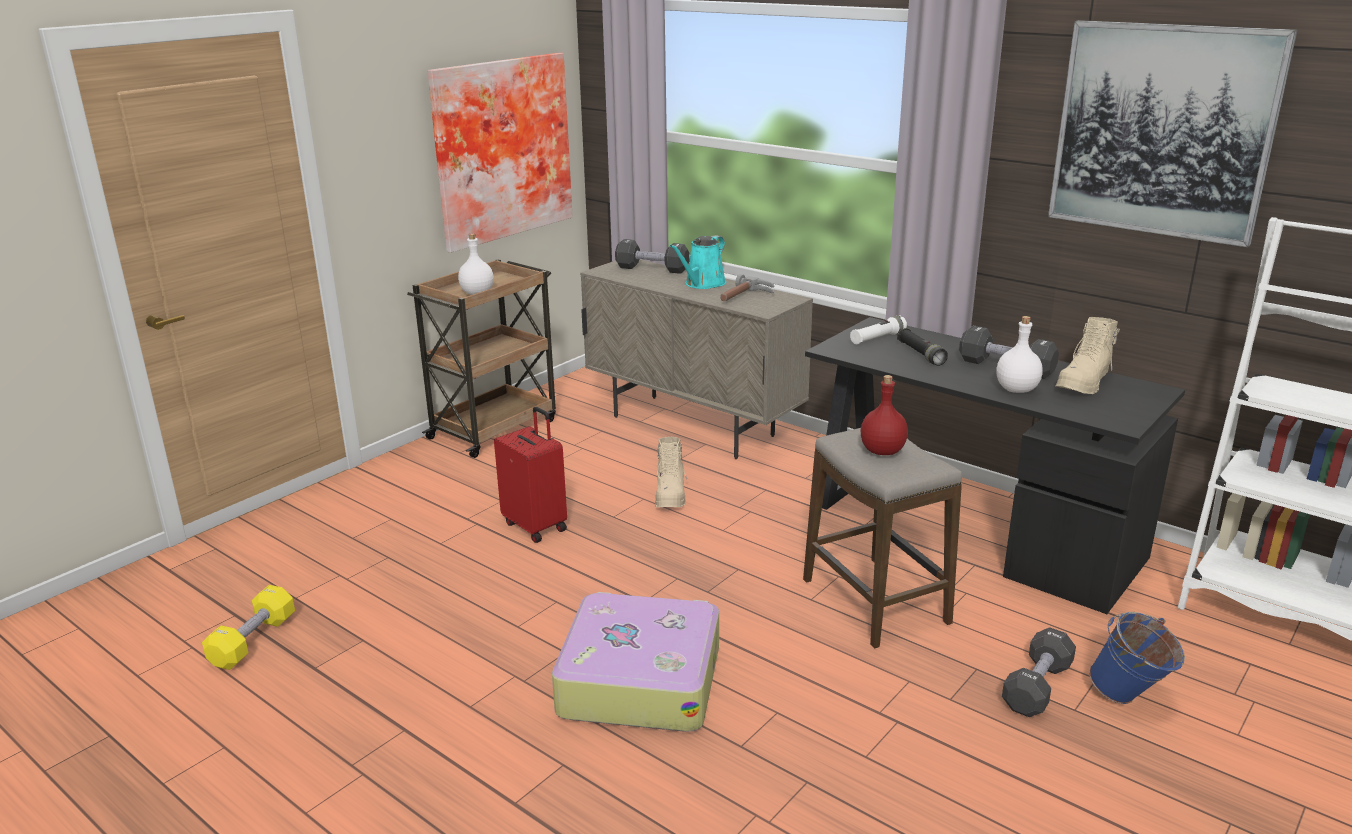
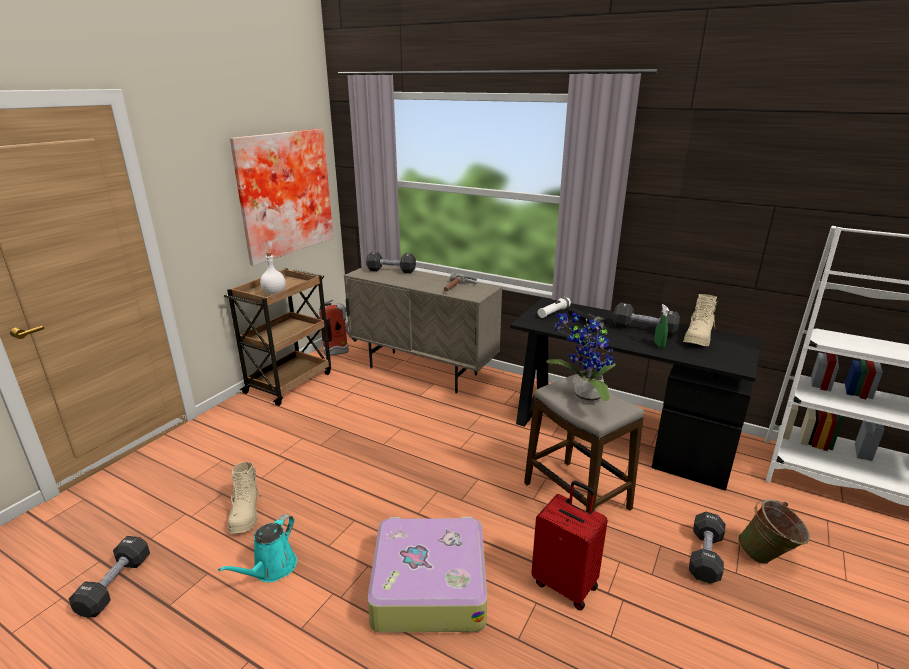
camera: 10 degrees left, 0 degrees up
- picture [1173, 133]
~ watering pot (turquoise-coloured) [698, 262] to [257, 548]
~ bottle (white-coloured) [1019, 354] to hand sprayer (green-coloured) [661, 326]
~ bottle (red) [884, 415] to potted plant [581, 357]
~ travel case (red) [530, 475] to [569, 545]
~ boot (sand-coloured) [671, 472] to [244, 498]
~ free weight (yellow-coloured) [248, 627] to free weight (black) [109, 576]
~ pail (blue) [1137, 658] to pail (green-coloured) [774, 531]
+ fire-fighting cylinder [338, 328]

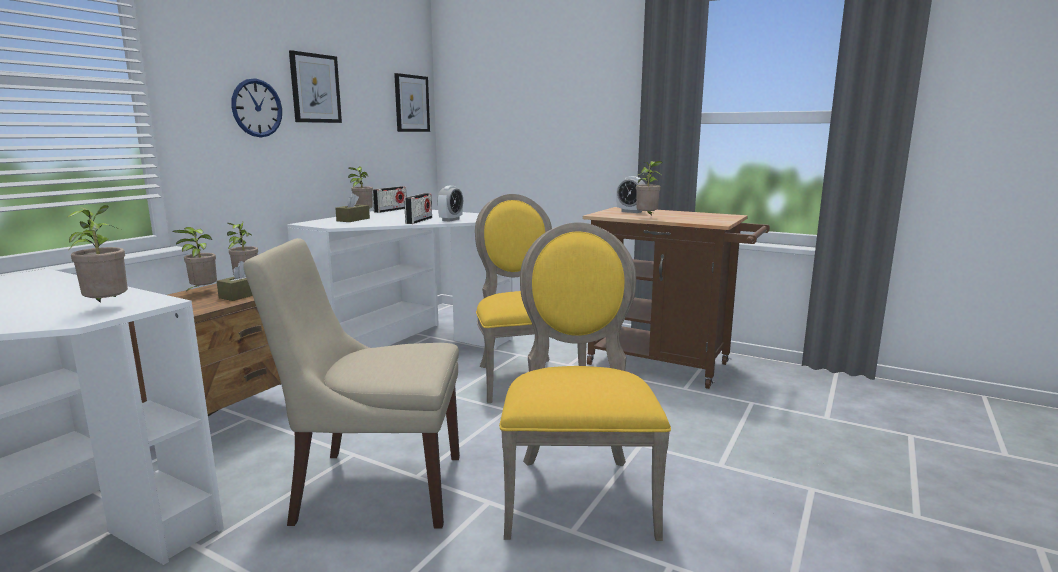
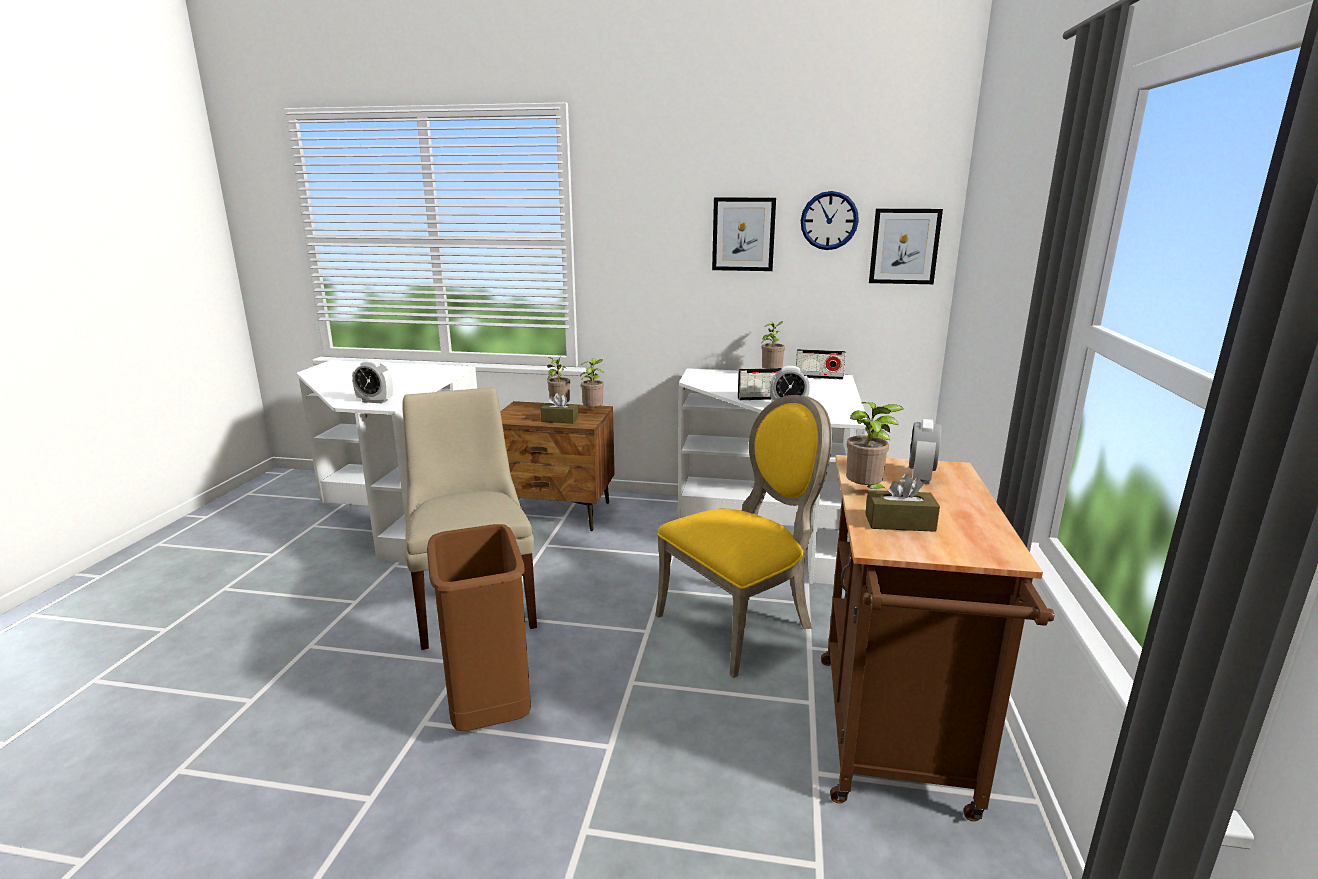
camera: 70 degrees right, 5 degrees up
~ wall clock [256, 107] to [830, 220]
~ box of tissues (brown-coloured) [352, 207] to [902, 503]
~ potted plant [97, 254] to bedside clock [372, 381]
~ chair (yellow-coloured) [585, 381] to waste bin (brown-coloured) [479, 627]

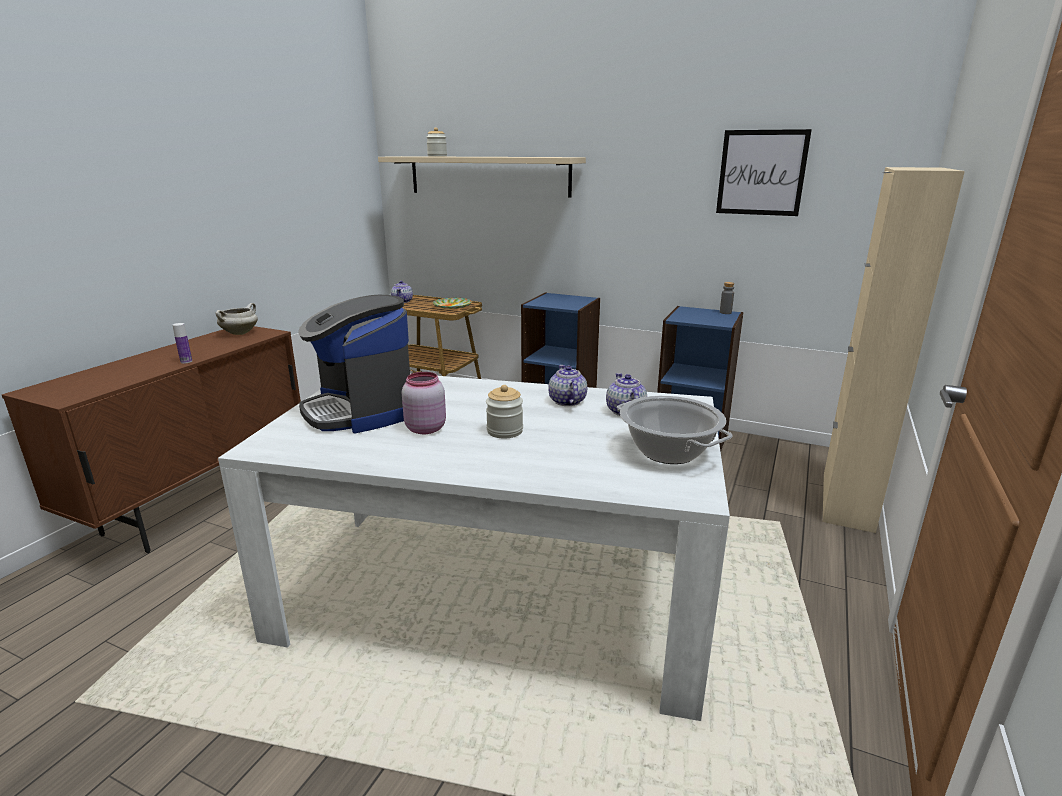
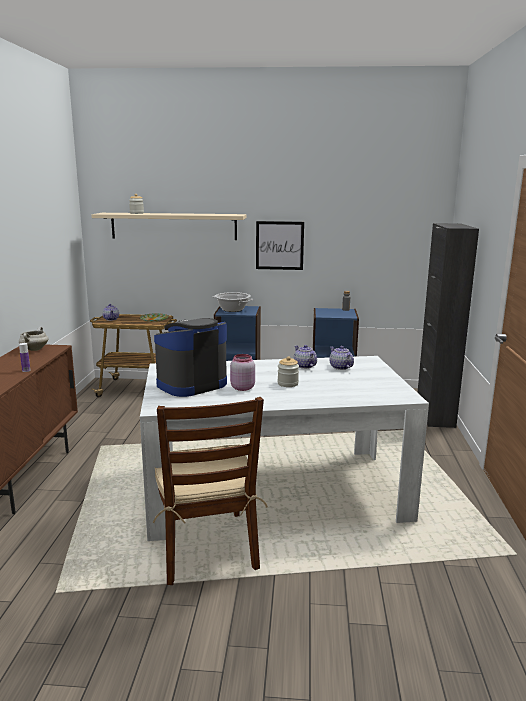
camera: 20 degrees left, 5 degrees down
~ picture [764, 172] to [280, 245]
~ cupboard (sand-coloured) [893, 350] to cupboard (black) [448, 325]
~ coffee maker [354, 364] = [190, 357] 105 degrees clockwise
~ stockpot [675, 430] to [233, 302]
+ chair (brown-coloured) [210, 491]

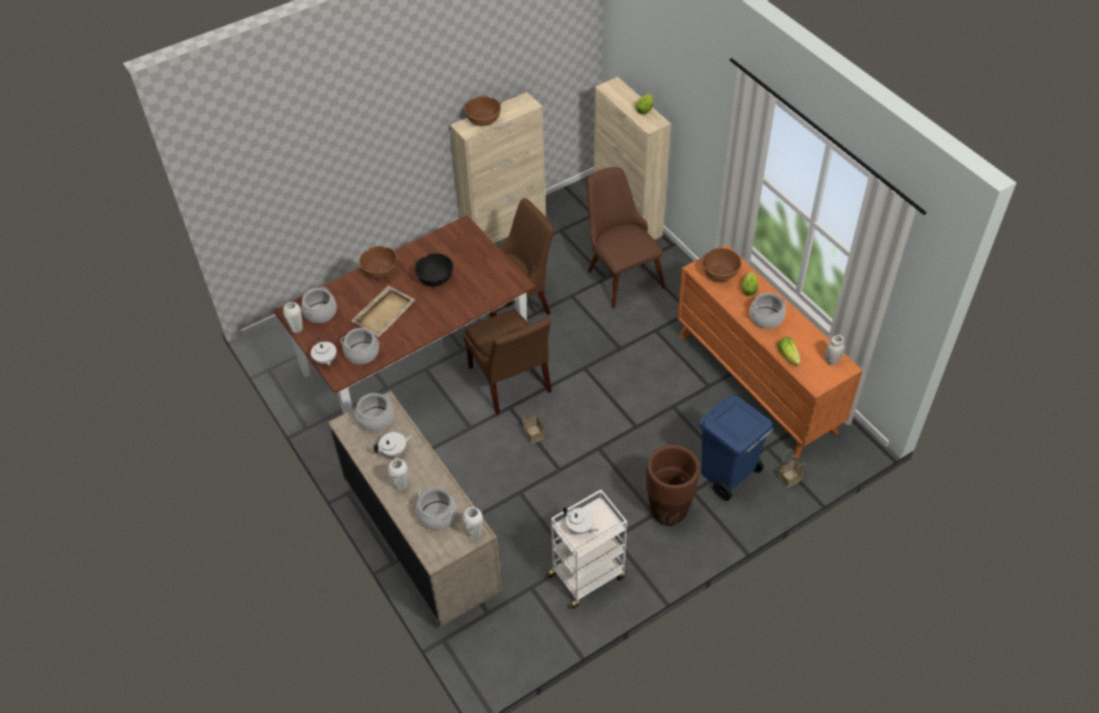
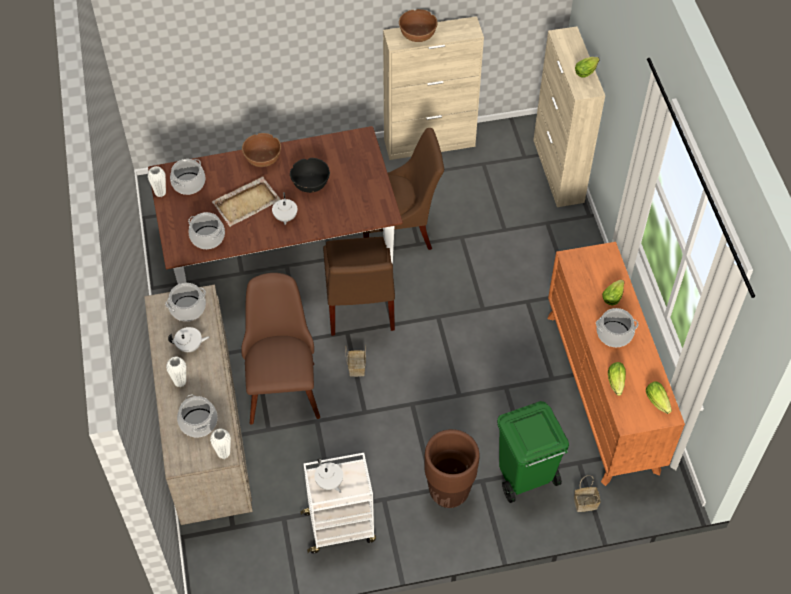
camera: 20 degrees right, 5 degrees up
~ chair (brown-coloured) [626, 238] to [280, 349]
- serving bowl (brown-coloured) [721, 264]
~ storage jar (white-coloured) [835, 350] to head of lettuce [659, 397]
~ pot for tea (white-coloured) [324, 351] to [285, 208]
~ waste bin (blue) [736, 448] to waste bin (green-coloured) [533, 452]

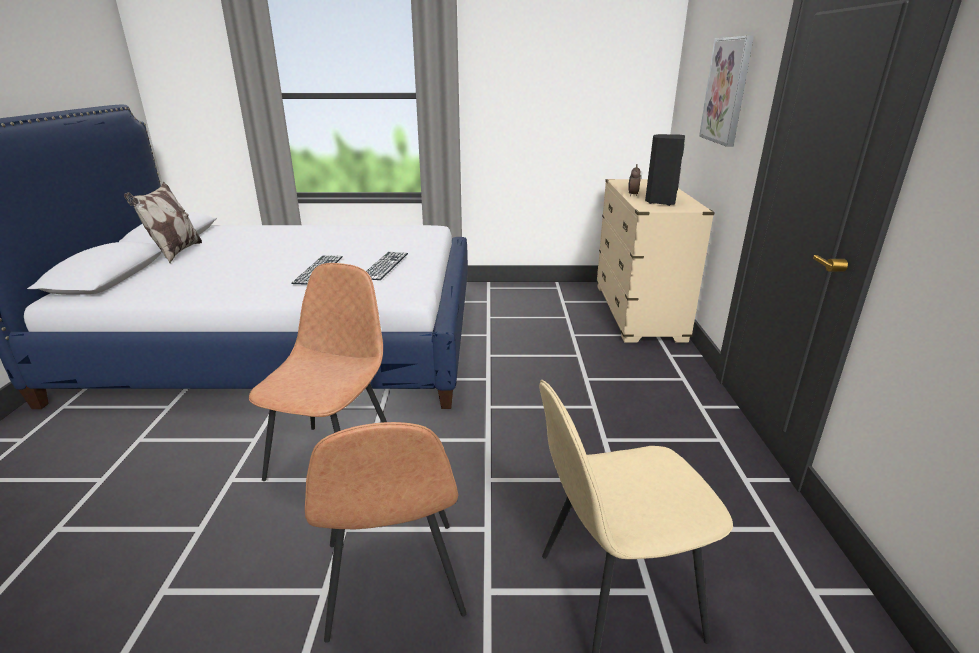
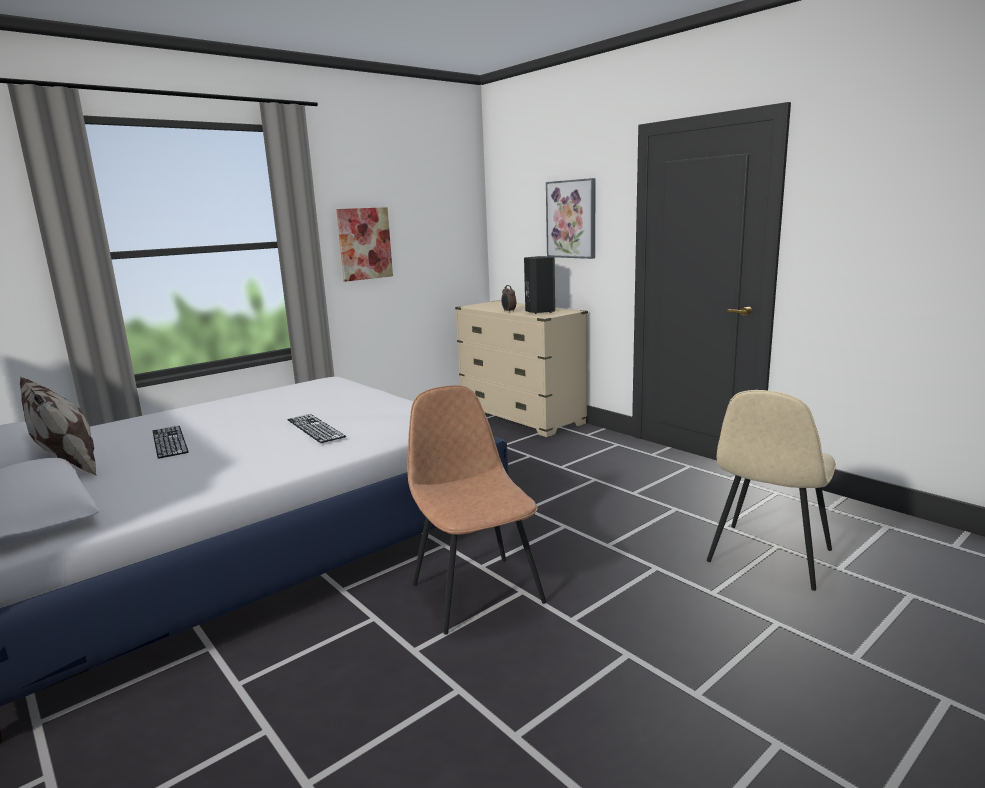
camera: 40 degrees left, 10 degrees down
~ PC keyboard [387, 266] to [171, 442]
- chair (brown-coloured) [385, 532]
+ picture [364, 244]

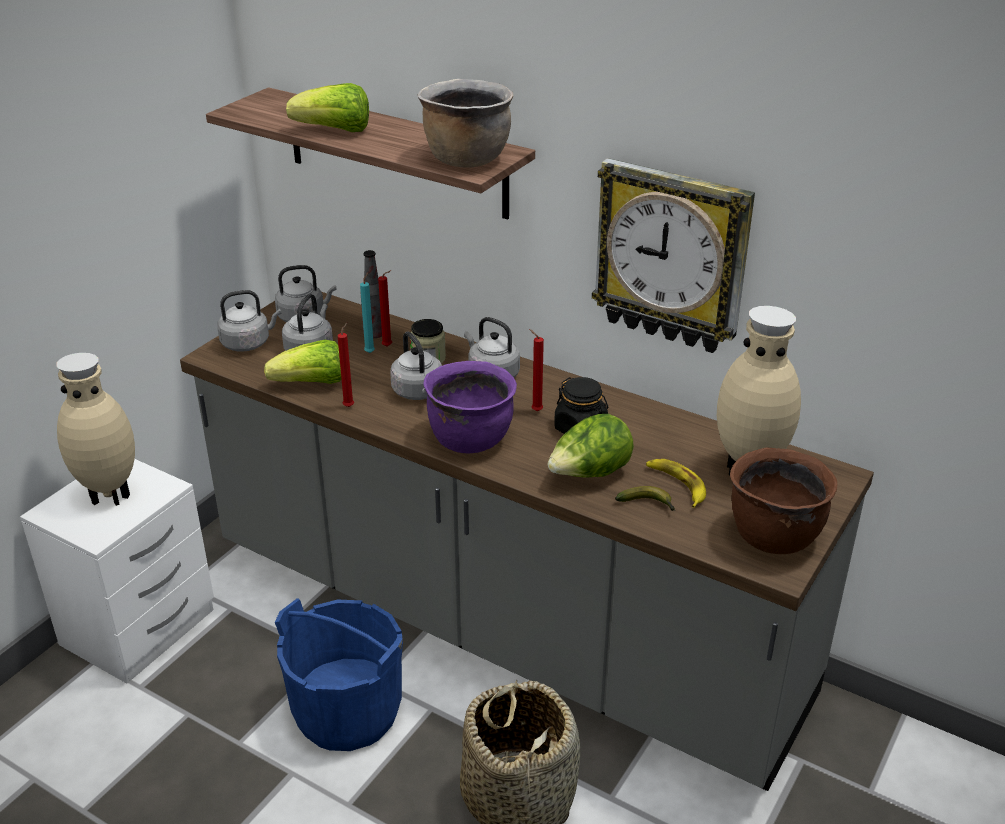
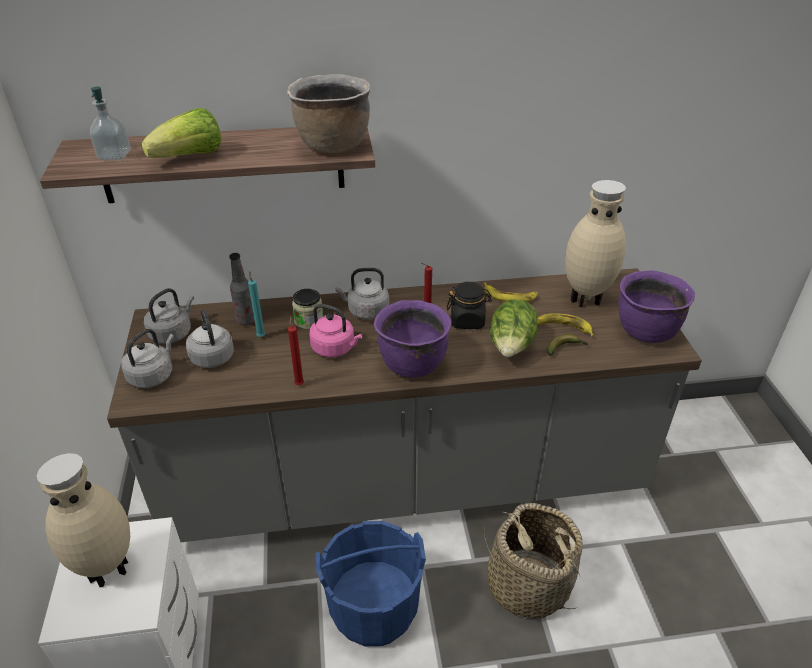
camera: 40 degrees left, 5 degrees up
- wall clock [673, 255]
- wax light (red) [385, 308]
~ tea kettle (grey) [416, 366] to tea kettle (pinkish) [336, 330]
- head of lettuce [302, 362]
~ stockpot (brown-coloured) [783, 501] to stockpot (purplish) [657, 306]
+ soap bottle [110, 124]
+ whole banana [511, 292]

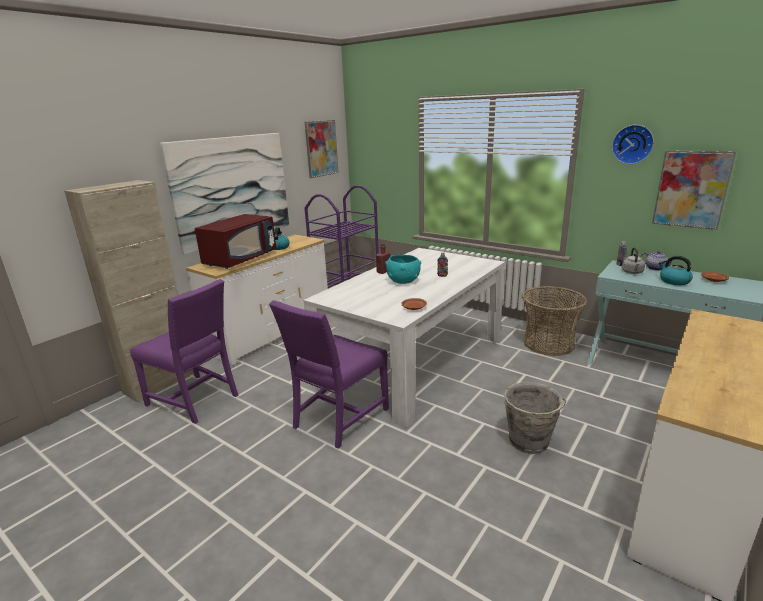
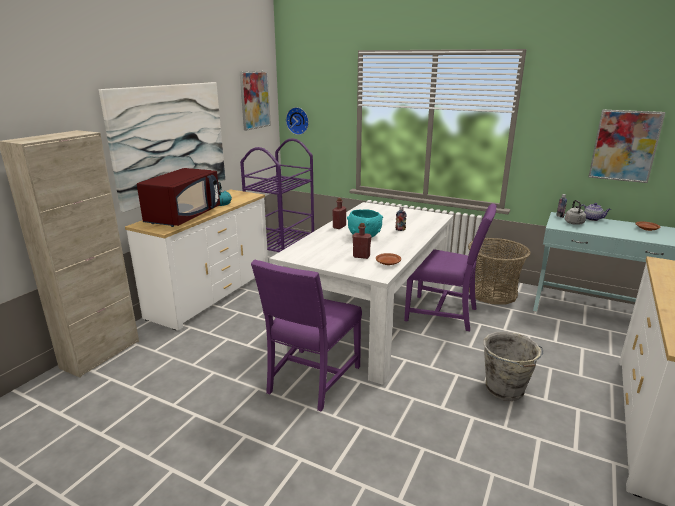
camera: 10 degrees left, 0 degrees up
~ wall clock [633, 144] to [297, 121]
- tea kettle [675, 270]
~ chair (purplish) [184, 351] to [450, 267]
+ bottle (red) [361, 241]

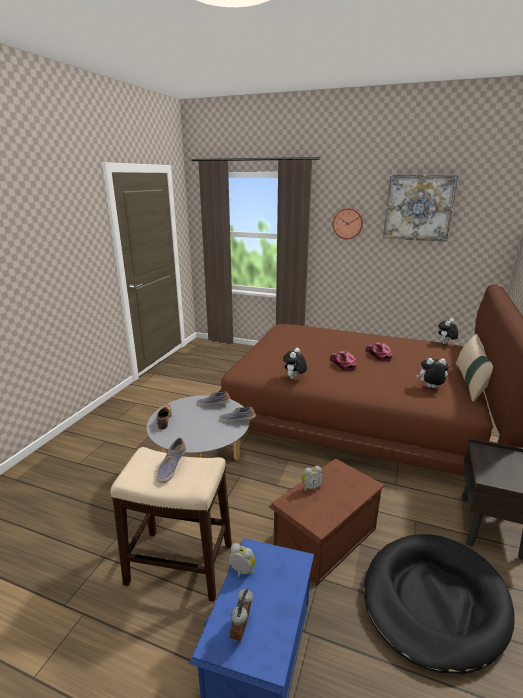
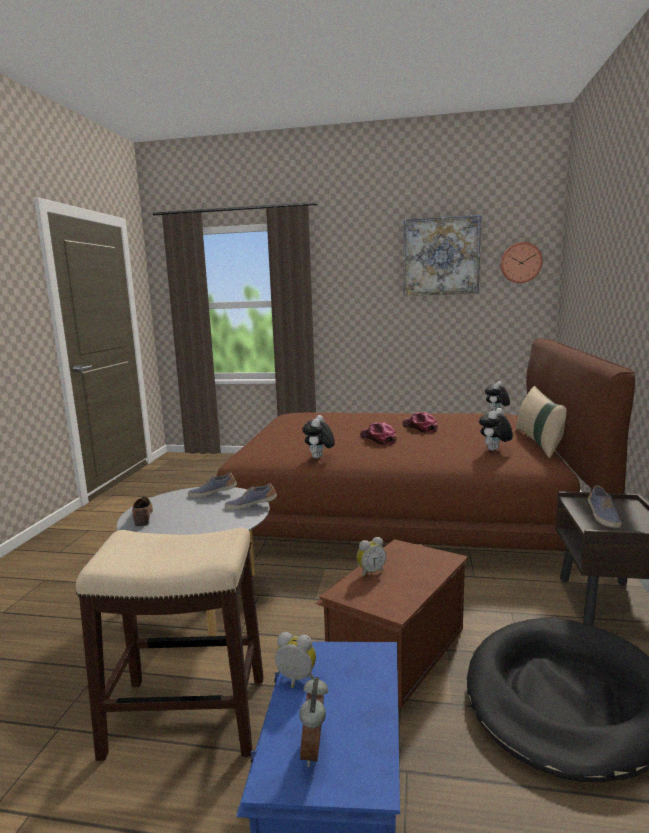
camera: 10 degrees left, 10 degrees down
~ wall clock [348, 223] to [522, 262]
~ cuddly toy [432, 373] = [496, 429] 45 degrees counterclockwise
~ item of footwear [171, 460] to [605, 506]

